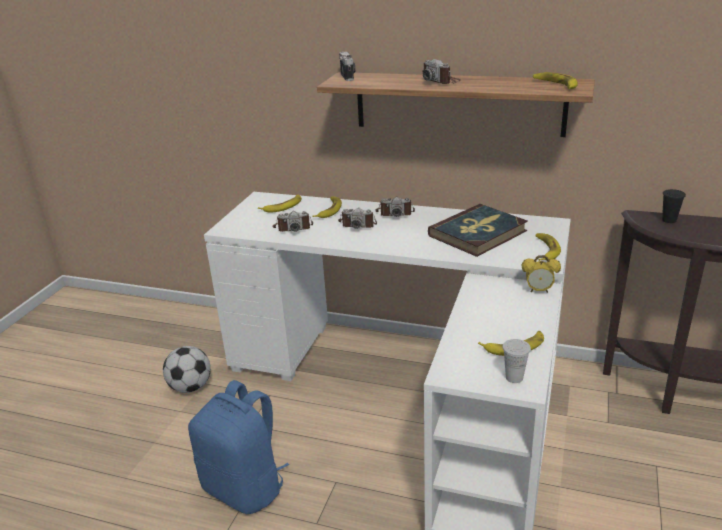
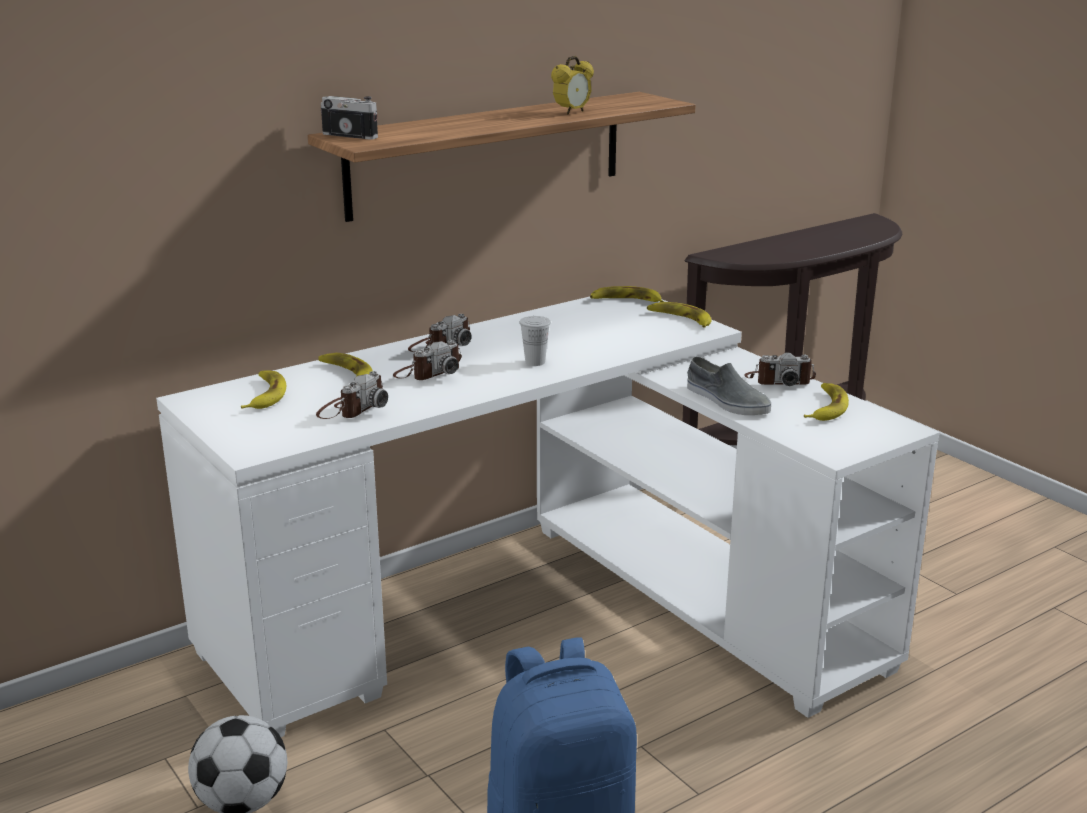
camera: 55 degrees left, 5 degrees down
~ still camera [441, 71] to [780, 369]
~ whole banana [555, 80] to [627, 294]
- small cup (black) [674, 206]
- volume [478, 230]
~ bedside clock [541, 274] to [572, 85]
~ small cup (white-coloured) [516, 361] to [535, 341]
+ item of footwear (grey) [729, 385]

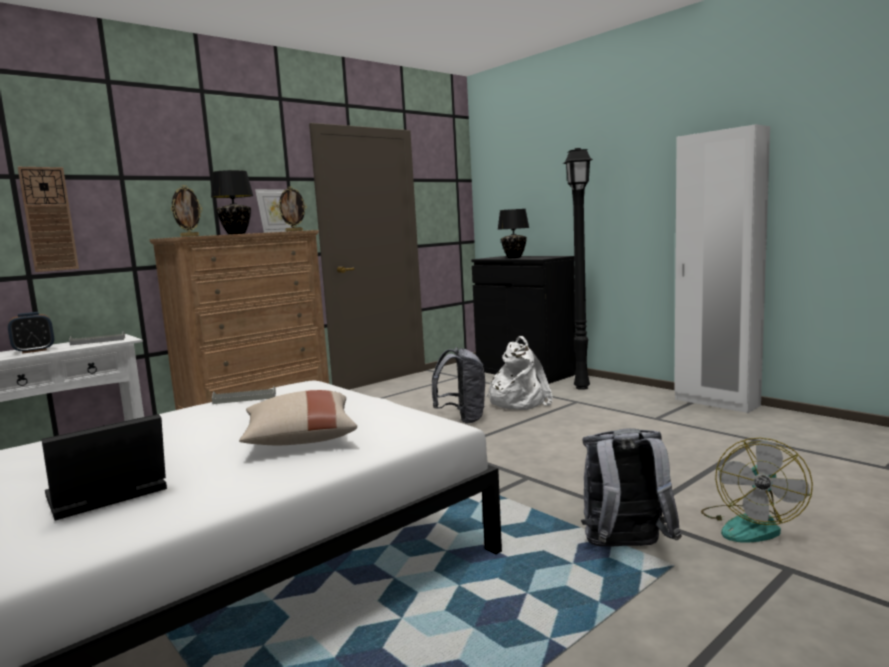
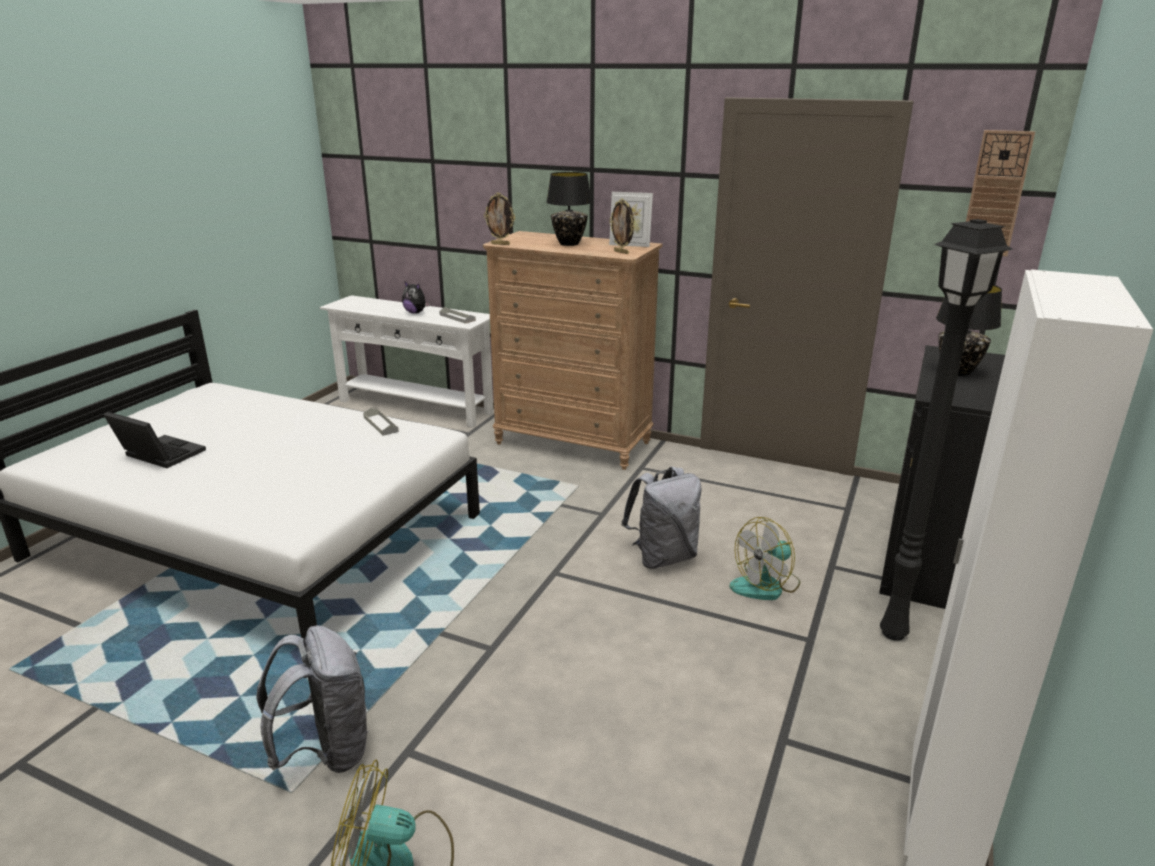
camera: 65 degrees right, 15 degrees up
~ wall clock [48, 219] to [1000, 193]
~ bedside clock [31, 333] to cuddly toy [416, 298]
~ knapsack (white-coloured) [519, 373] to cooling fan [764, 558]
- pillow (sand-coloured) [298, 417]

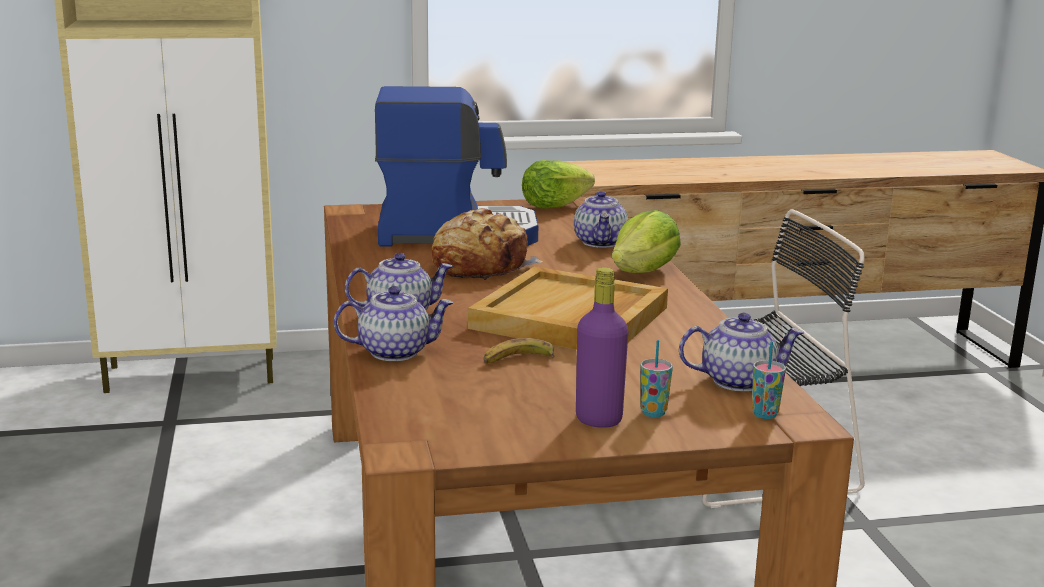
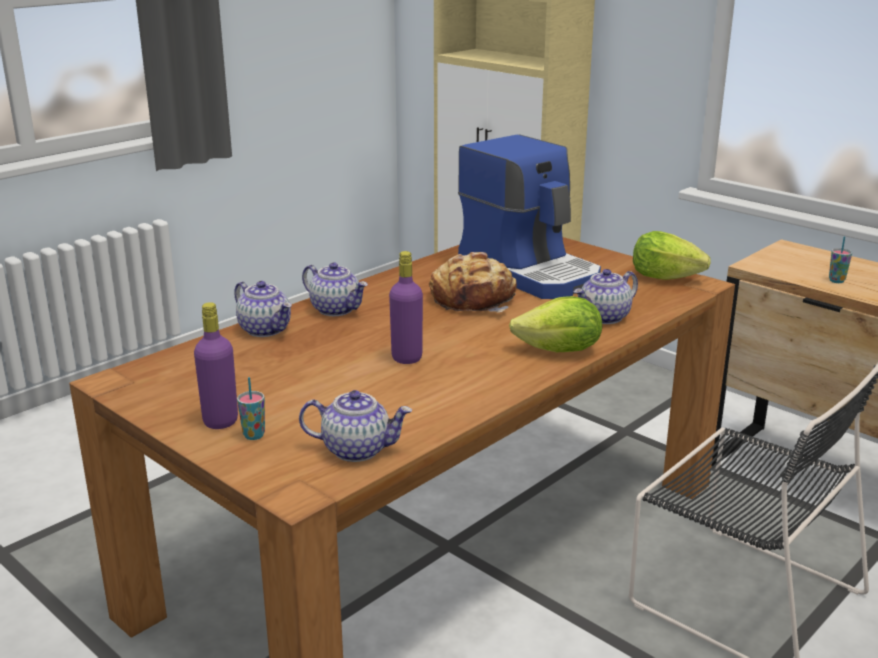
camera: 55 degrees right, 5 degrees up
~ carrying tray (sand-coloured) [568, 308] to bottle (purplish) [406, 307]
~ pot for tea [741, 351] = [355, 426] 45 degrees counterclockwise
- whole banana [519, 350]
~ small cup [769, 380] to [840, 259]

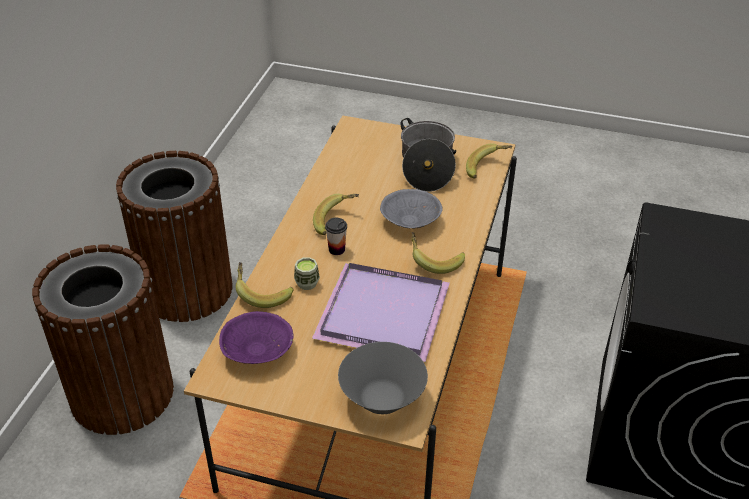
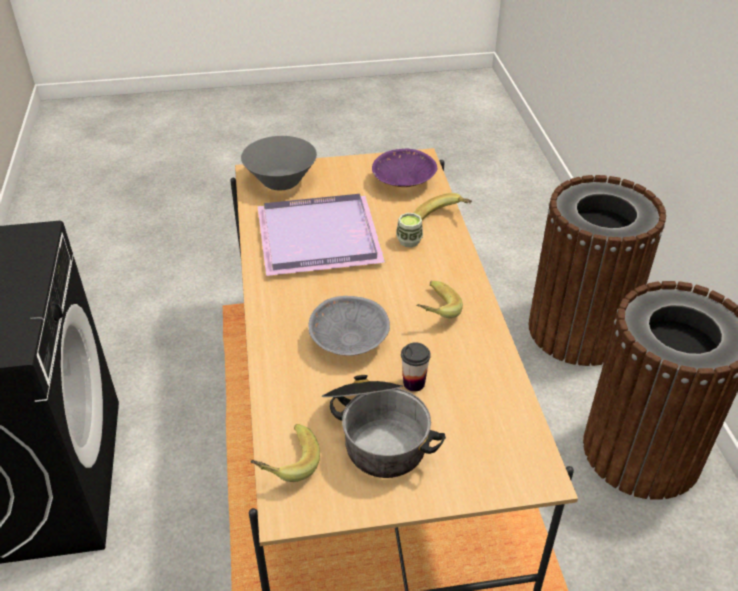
camera: 155 degrees right, 0 degrees up
~ small cup [336, 236] to [416, 367]
- whole banana [438, 253]

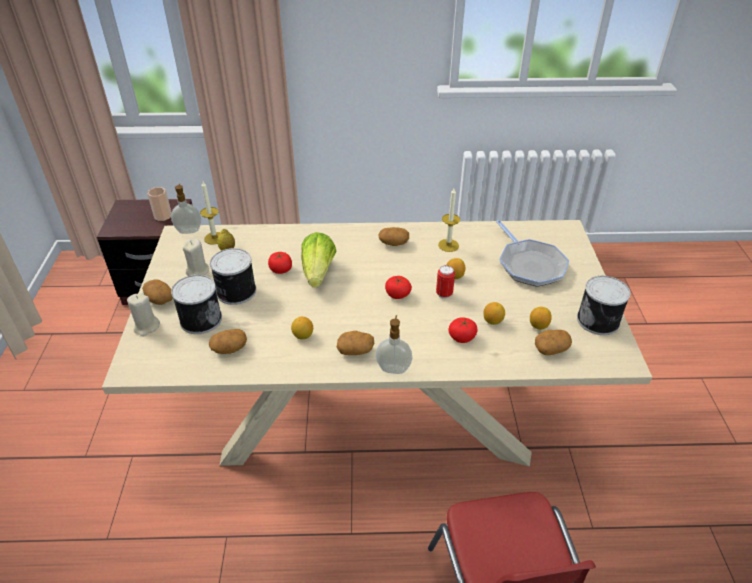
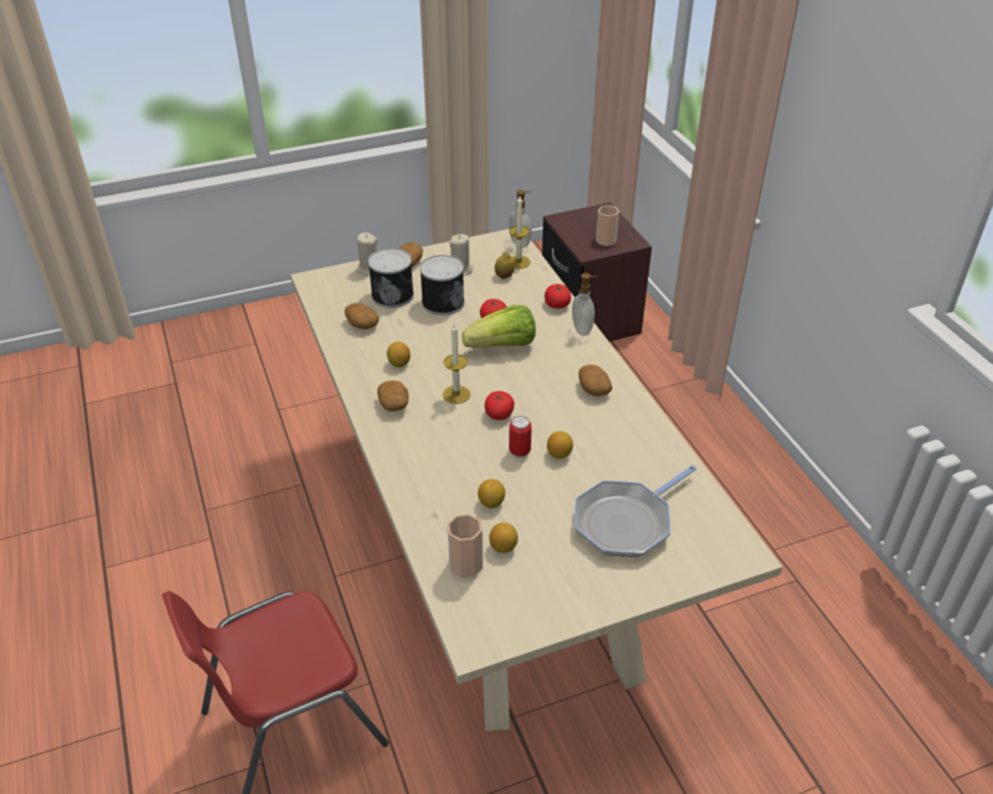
camera: 70 degrees right, 0 degrees up
~ wax light [449, 220] to [456, 364]
- sealed can [604, 305]
~ soap bottle [394, 344] to [585, 304]
~ whole tomato [463, 330] to [557, 296]
~ spud [553, 342] to small cup [465, 546]

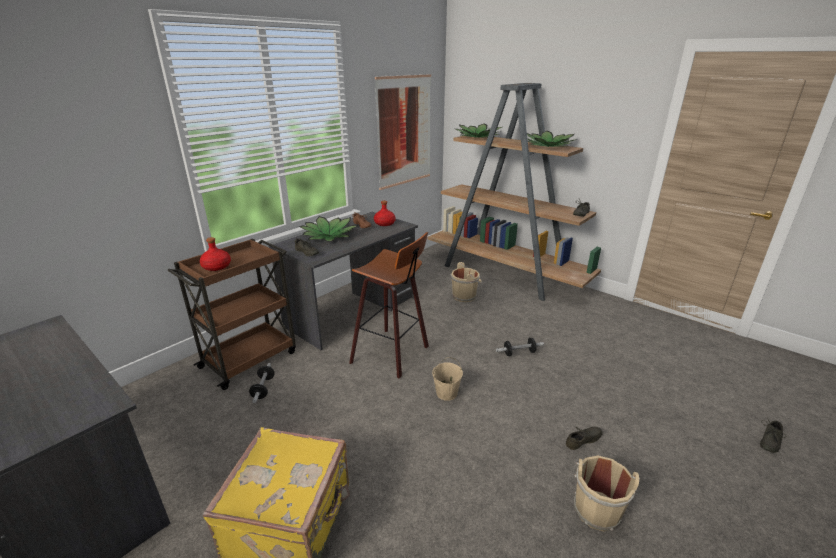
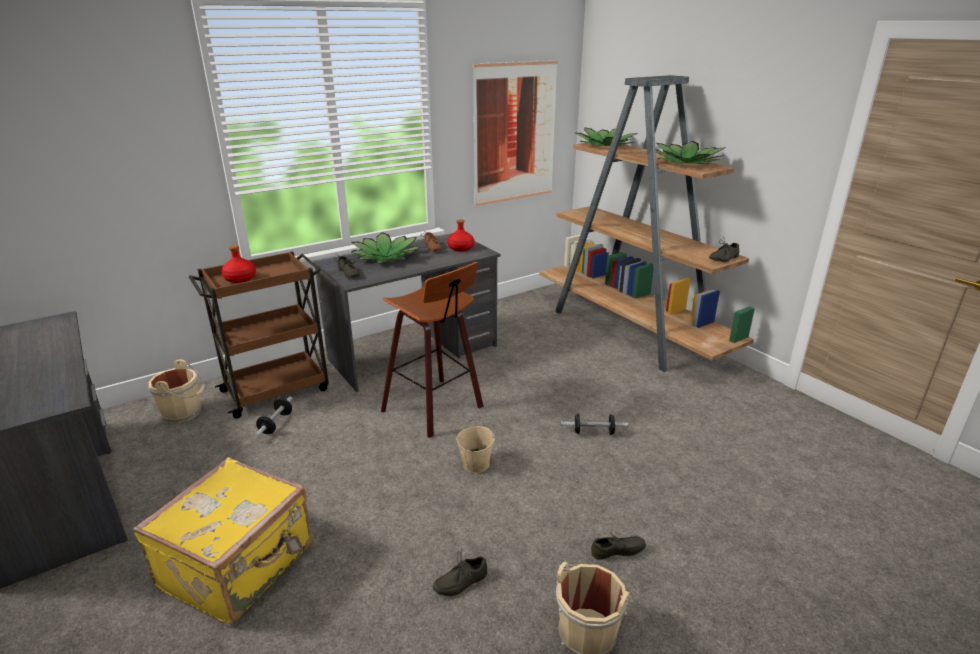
camera: 15 degrees right, 0 degrees up
~ pail (sand-coloured) [466, 282] to [176, 391]
~ item of footwear (grey) [773, 435] to [460, 573]

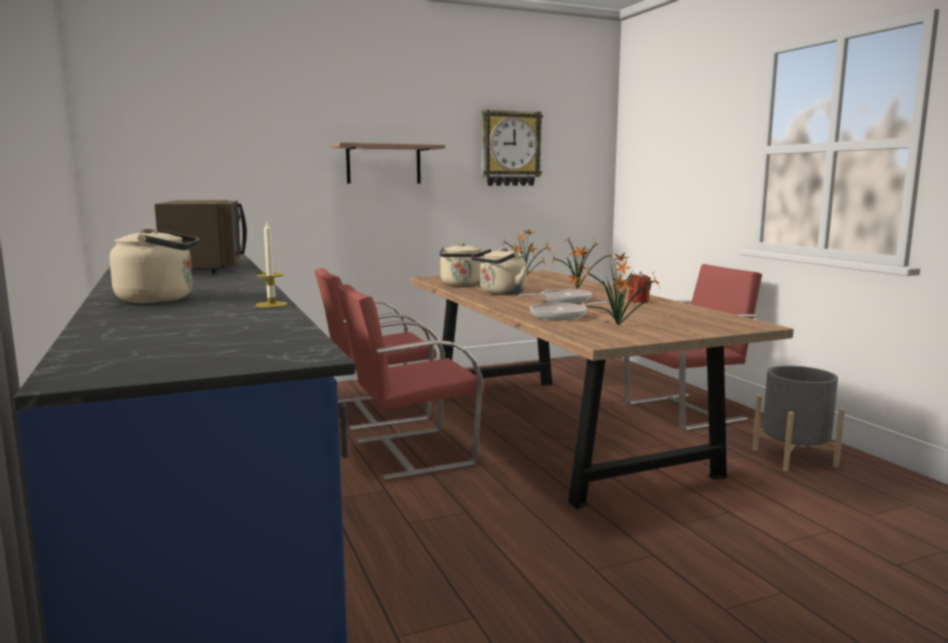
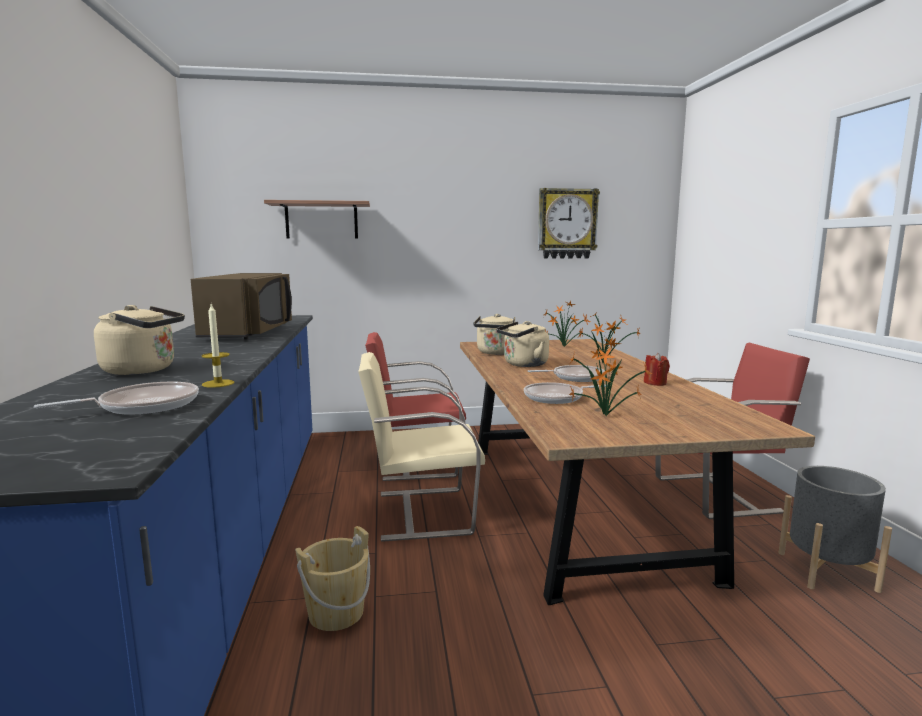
camera: 15 degrees right, 0 degrees up
~ bracket shelf [388, 163] to [317, 219]
~ chair (red) [411, 382] to chair (sand-coloured) [421, 447]
+ pan [116, 398]
+ pail (sand-coloured) [332, 578]

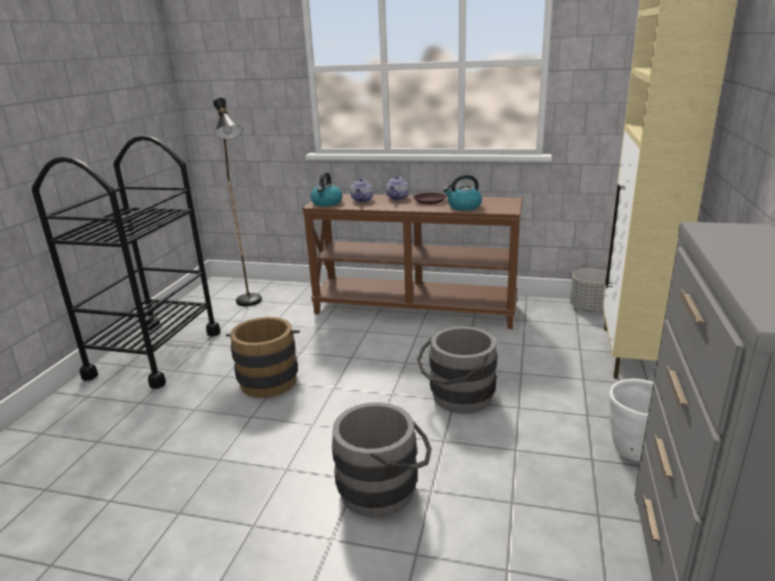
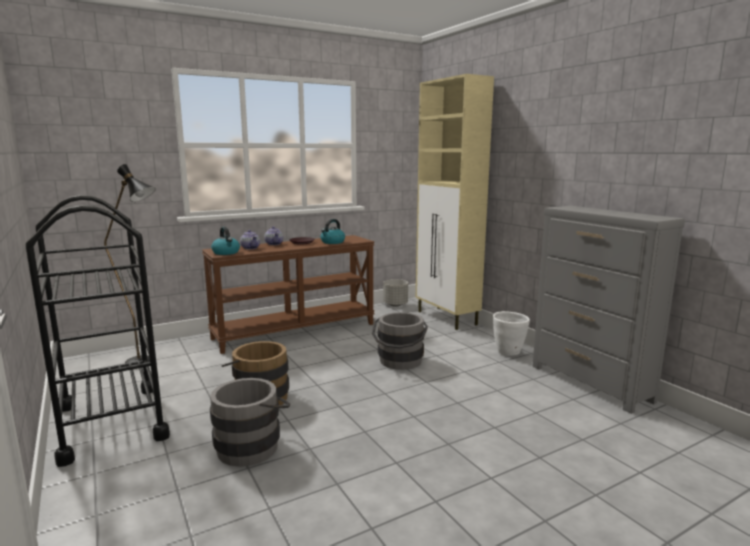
camera: 45 degrees left, 10 degrees down
~ pail (grey) [382, 460] to [250, 422]

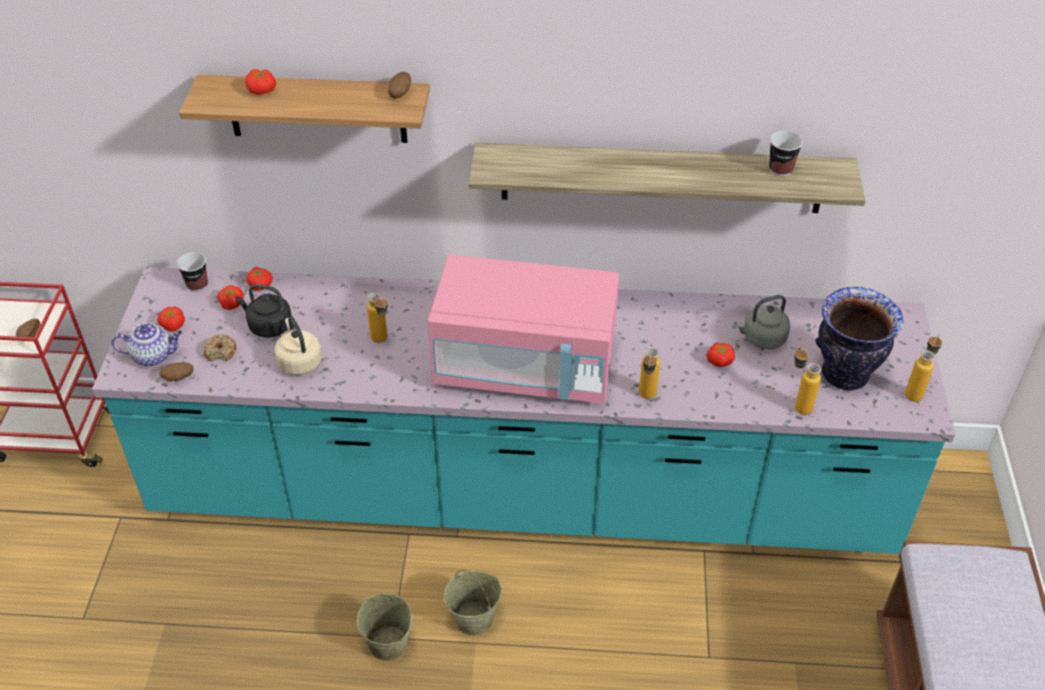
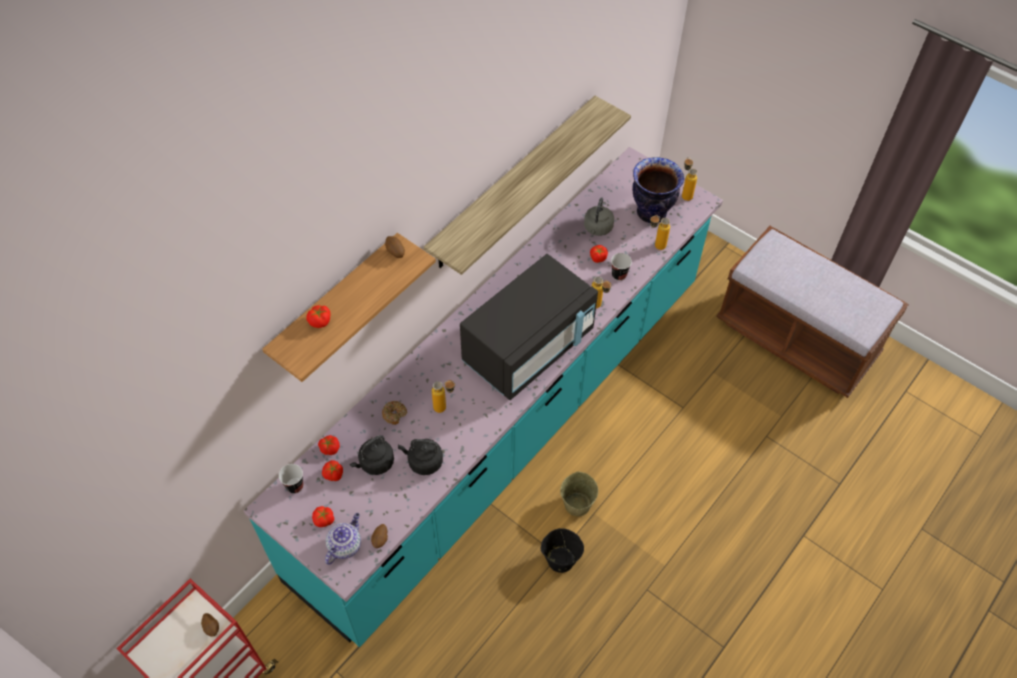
camera: 55 degrees left, 10 degrees up
~ small cup [786, 153] to [621, 267]
~ kitchen microwave (pinkish) [523, 328] to kitchen microwave (black) [529, 327]
~ tea kettle (sand-coloured) [298, 345] to tea kettle (black) [420, 457]
~ ring doughnut [220, 348] to [394, 413]
~ pail (sand-coloured) [384, 627] to pail (black) [562, 550]

